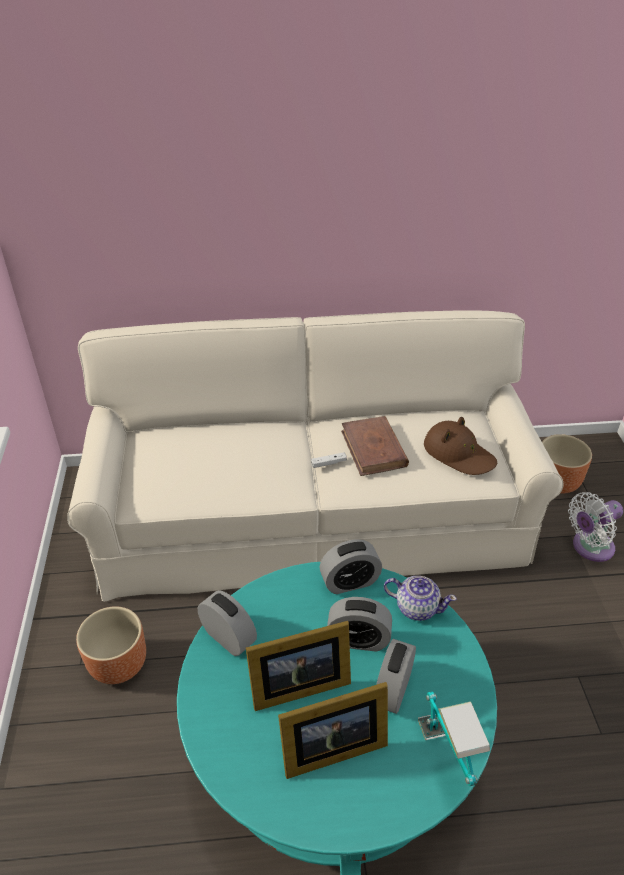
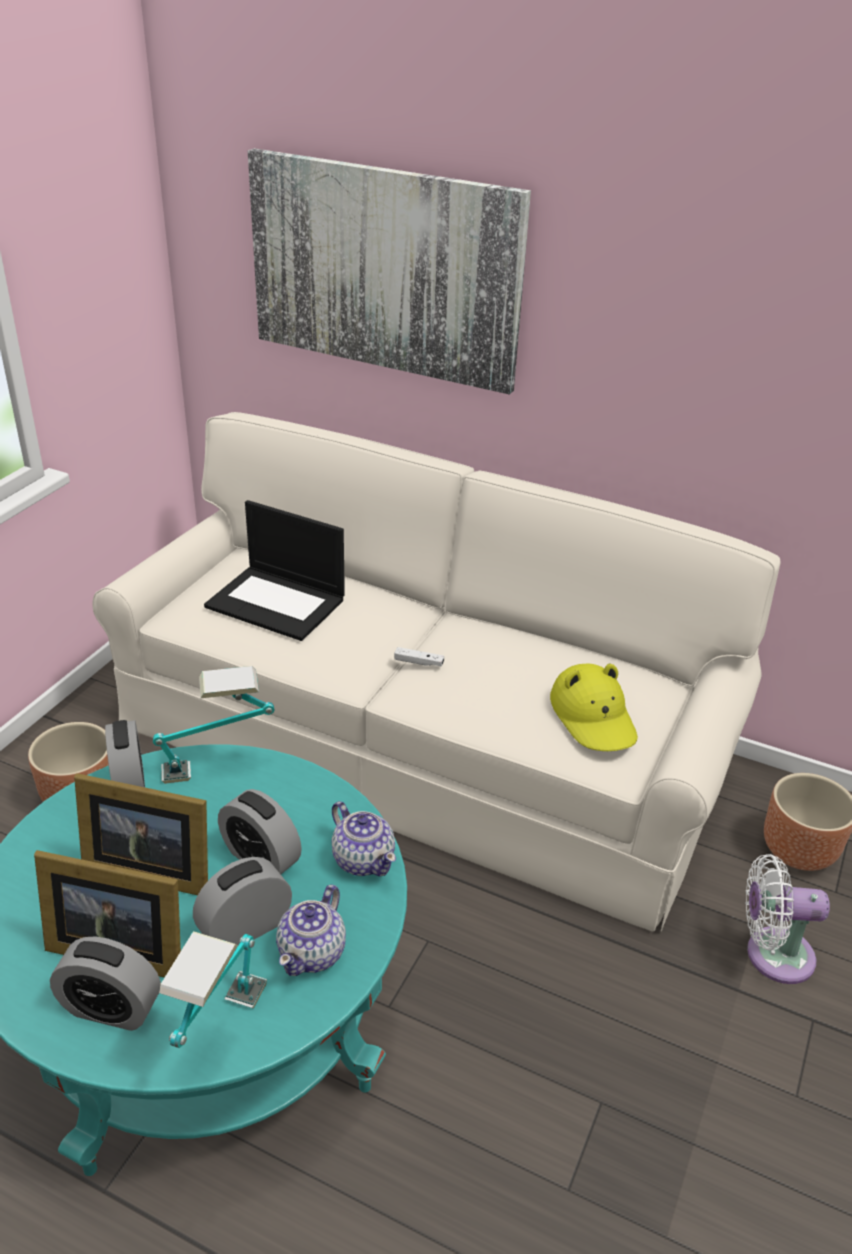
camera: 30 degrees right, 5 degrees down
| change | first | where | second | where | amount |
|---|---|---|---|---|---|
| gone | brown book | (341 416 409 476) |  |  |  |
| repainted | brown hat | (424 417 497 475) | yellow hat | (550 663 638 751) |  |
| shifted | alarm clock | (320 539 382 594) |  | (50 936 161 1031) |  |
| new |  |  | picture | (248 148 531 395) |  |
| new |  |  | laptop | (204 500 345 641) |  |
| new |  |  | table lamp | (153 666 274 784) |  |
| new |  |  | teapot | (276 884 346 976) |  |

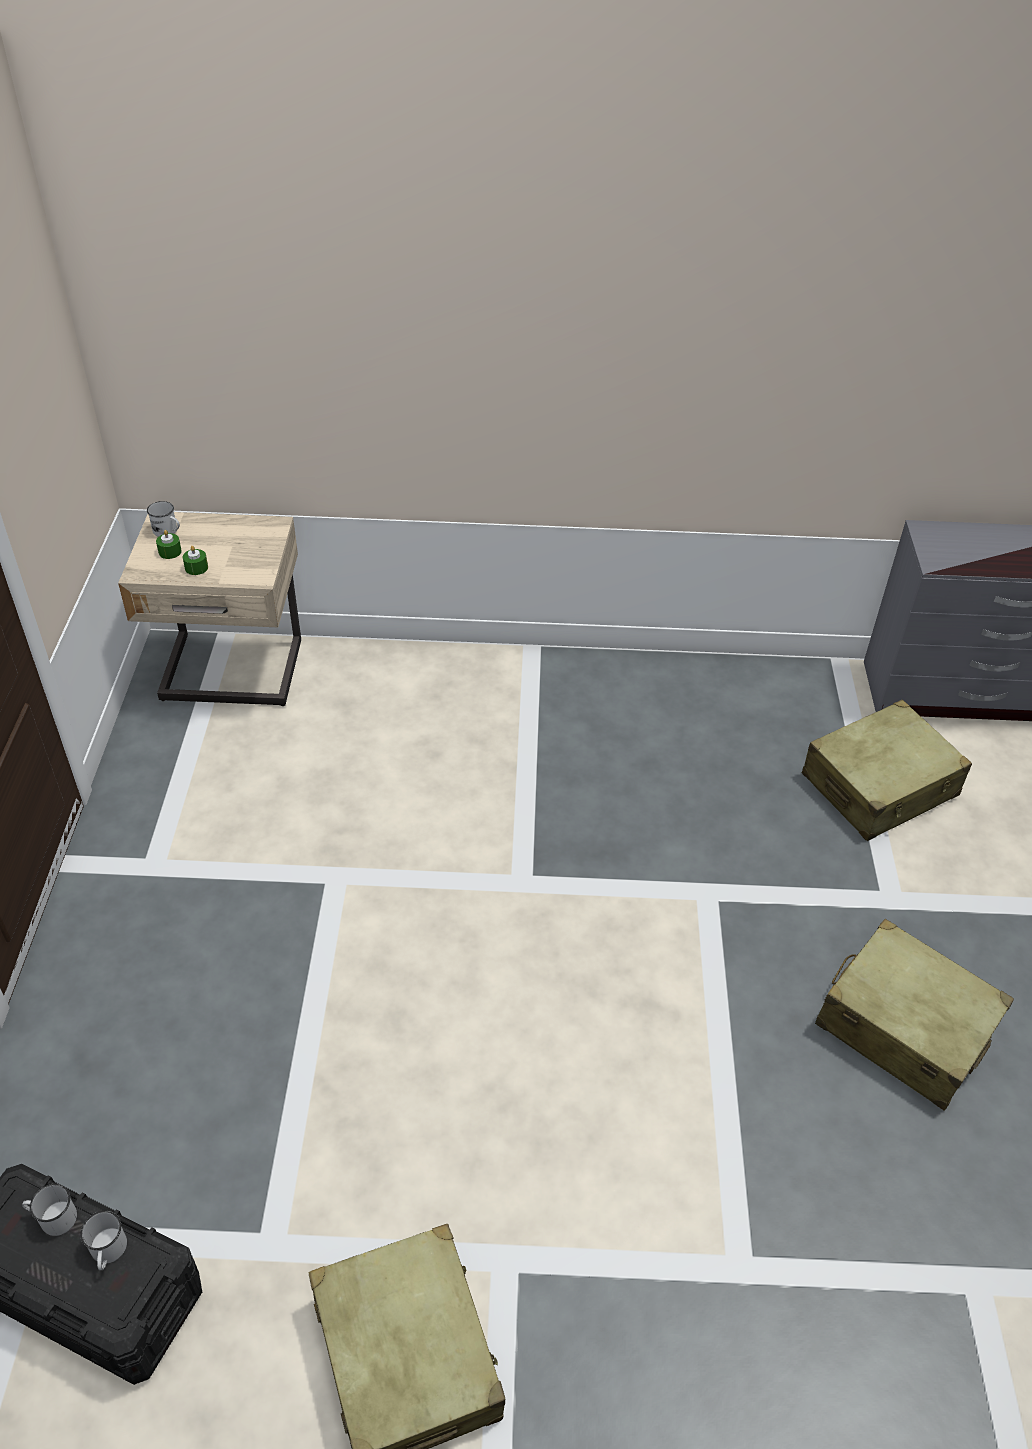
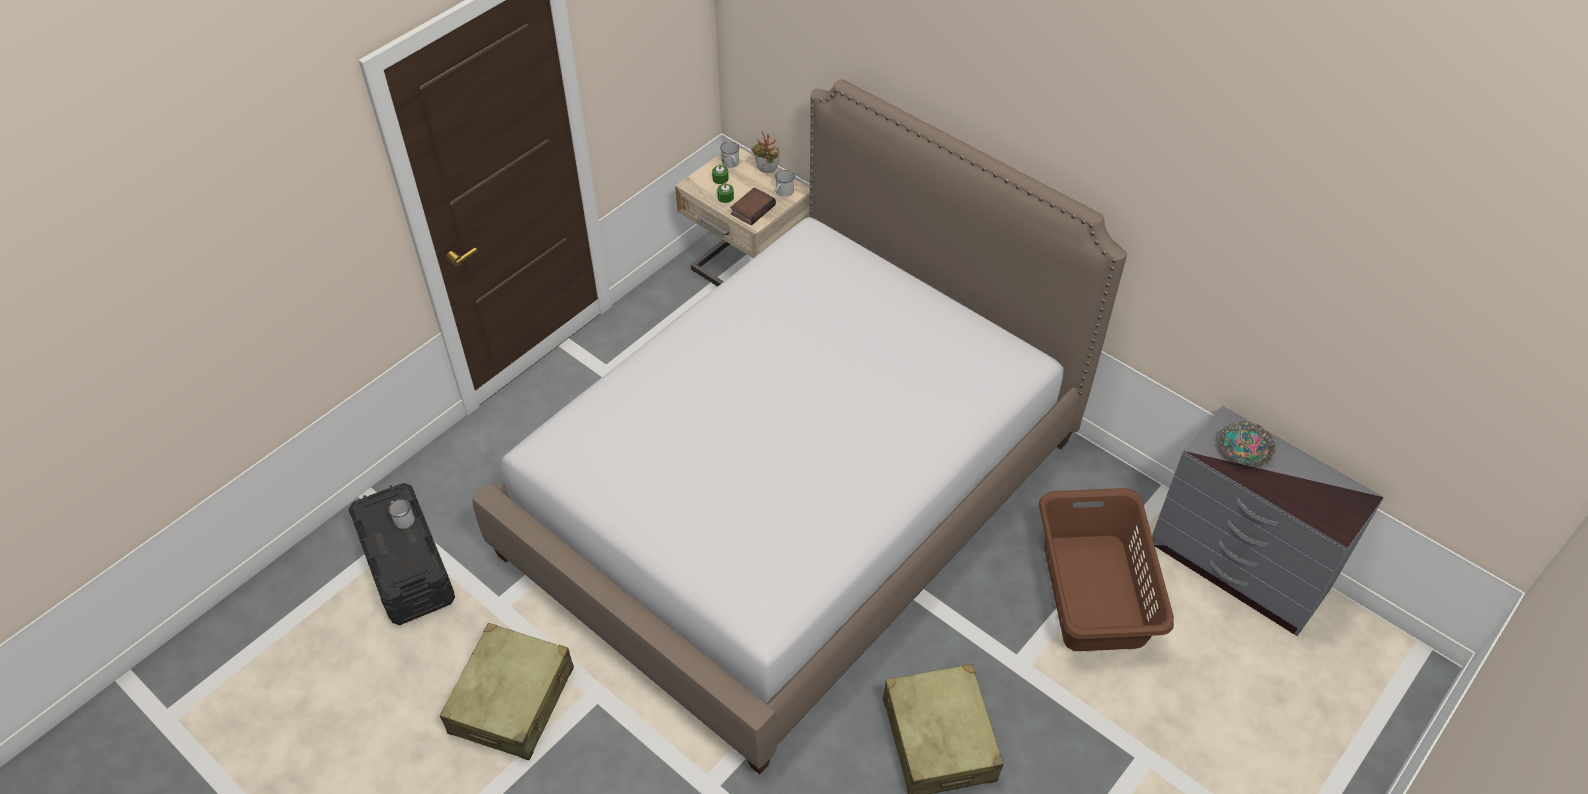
camera: 40 degrees right, 5 degrees up
| change | first | where | second | where | amount |
|---|---|---|---|---|---|
| swapped | beige suitcase | (802 700 972 841) | brown laundry basket | (1039 488 1174 651) |  |
| shifted | white mug | (80 1211 127 1270) |  | (775 170 795 197) |  |
| new |  |  | bed | (472 79 1127 774) |  |
| new |  |  | potted plant | (751 131 780 173) |  |
| new |  |  | book | (730 187 776 226) |  |
| new |  |  | bowl | (1218 421 1276 465) |  |

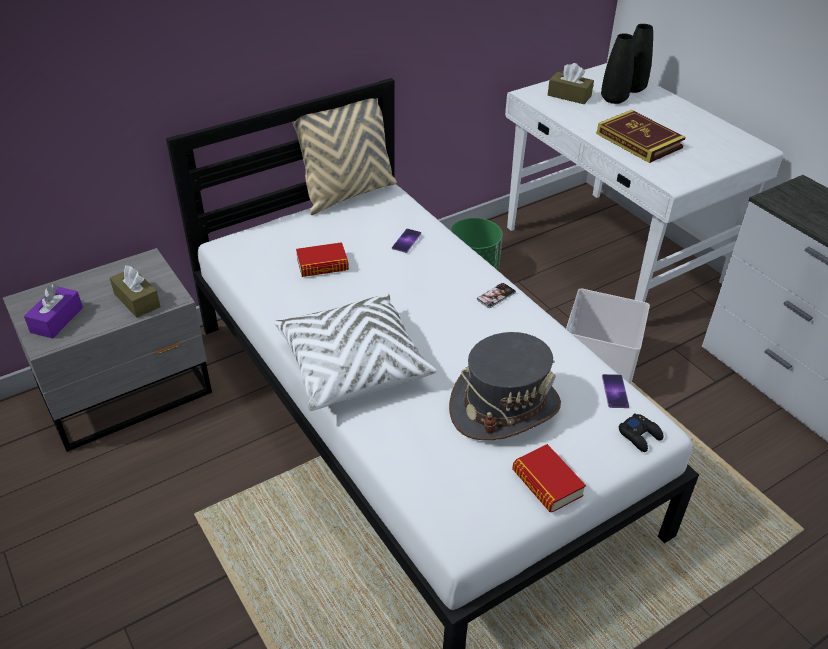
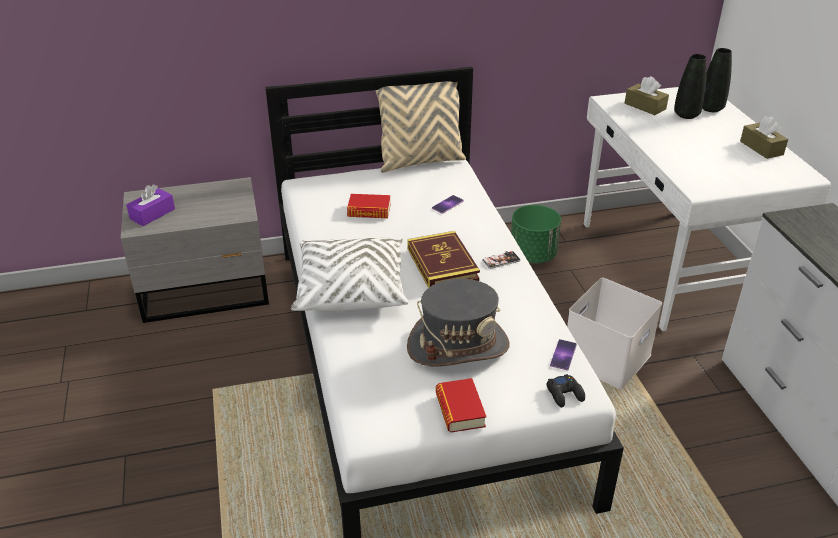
camera: 20 degrees right, 5 degrees down
| change | first | where | second | where | amount |
|---|---|---|---|---|---|
| shifted | book | (596 110 686 163) |  | (407 231 480 288) |  |
| shifted | brown tissue box | (110 265 160 318) |  | (740 116 788 159) |  |

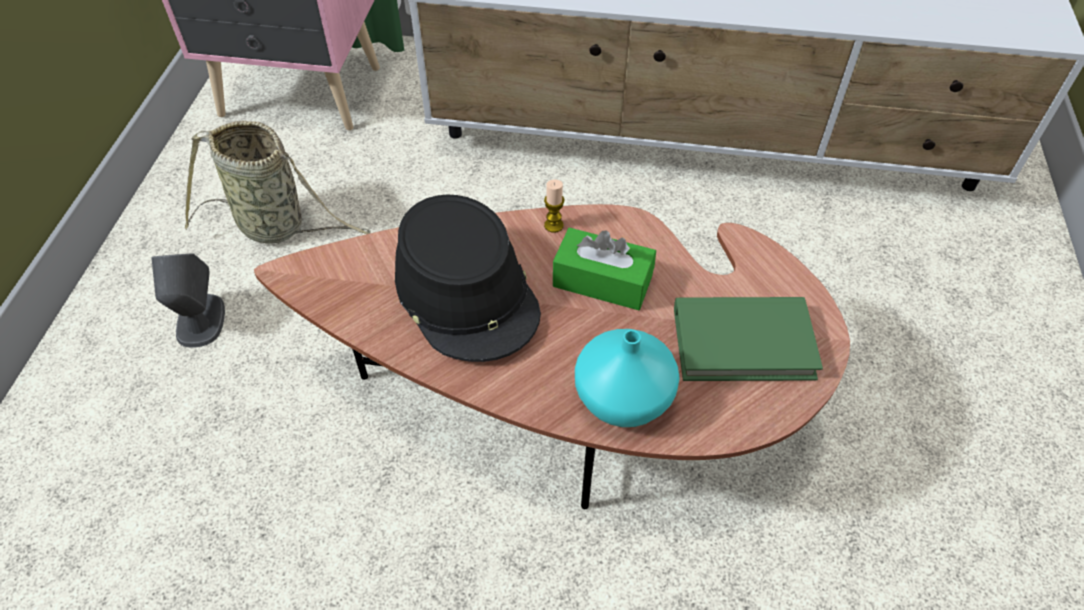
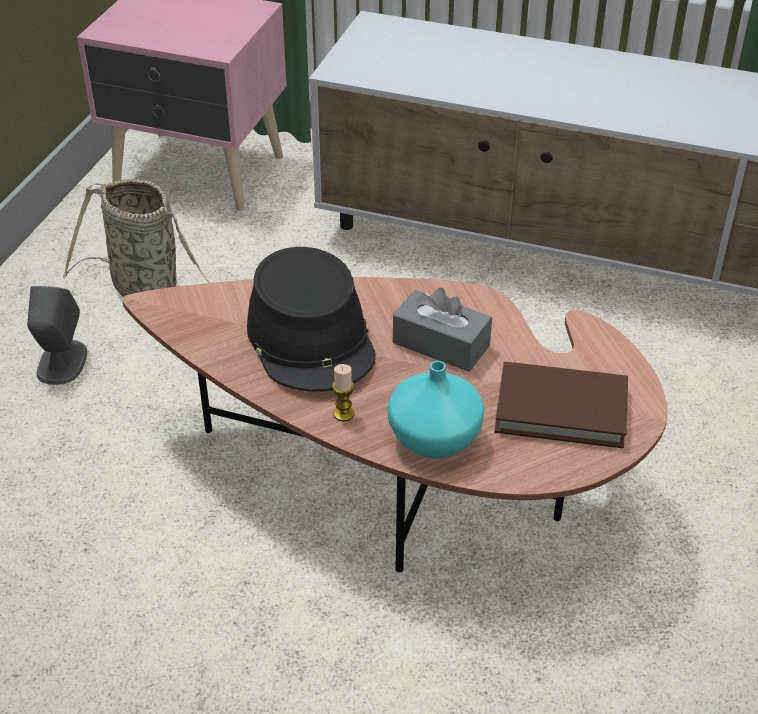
camera: 10 degrees right, 10 degrees down
| change | first | where | second | where | amount |
|---|---|---|---|---|---|
| shifted | candle | (544 180 564 233) |  | (332 364 354 421) |  |
| repainted | green tissue box | (553 228 656 310) | grey tissue box | (393 288 492 372) |  |
| repainted | green book | (674 297 823 381) | brown book | (494 362 628 448) |  |

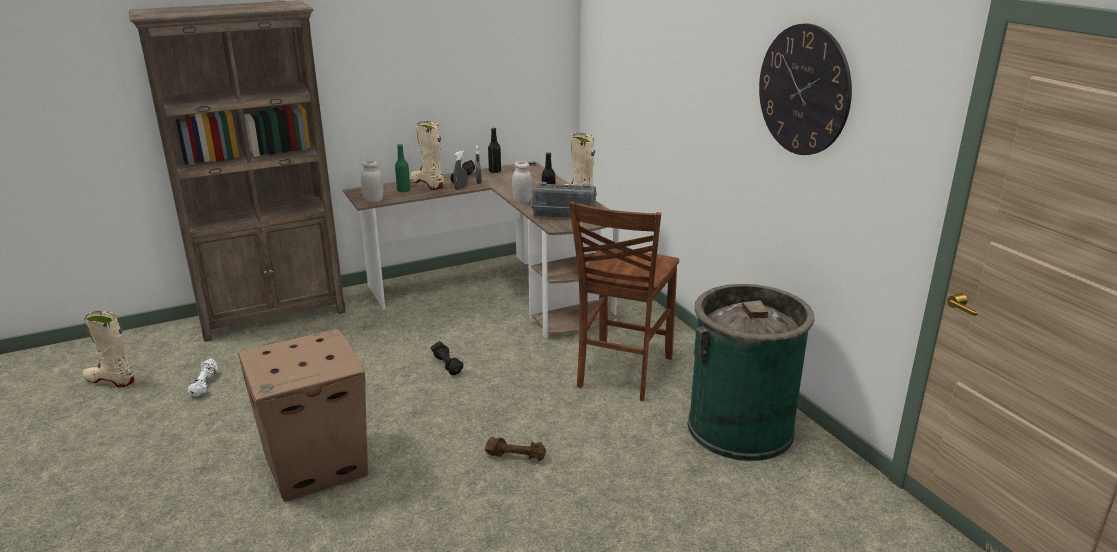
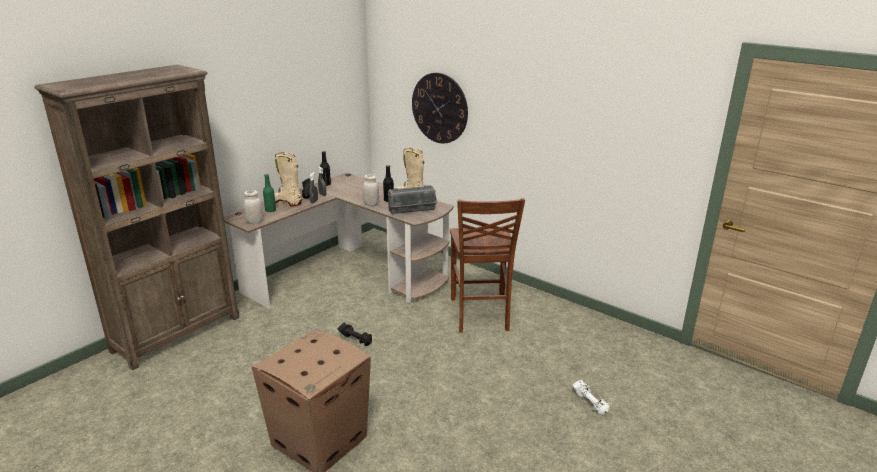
camera: 25 degrees left, 0 degrees up
| change | first | where | second | where | amount |
|---|---|---|---|---|---|
| shifted | wall clock | (759 24 852 155) |  | (412 73 468 144) |  |
| gone | green trash can | (688 284 815 461) |  |  |  |
| gone | beige boot | (83 311 134 387) |  |  |  |
| shifted | white dumbbell | (188 358 218 397) |  | (573 380 610 416) |  |
| gone | brown dumbbell | (485 437 546 461) |  |  |  |

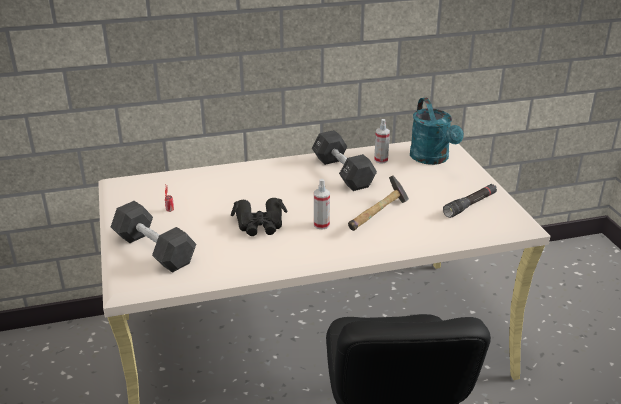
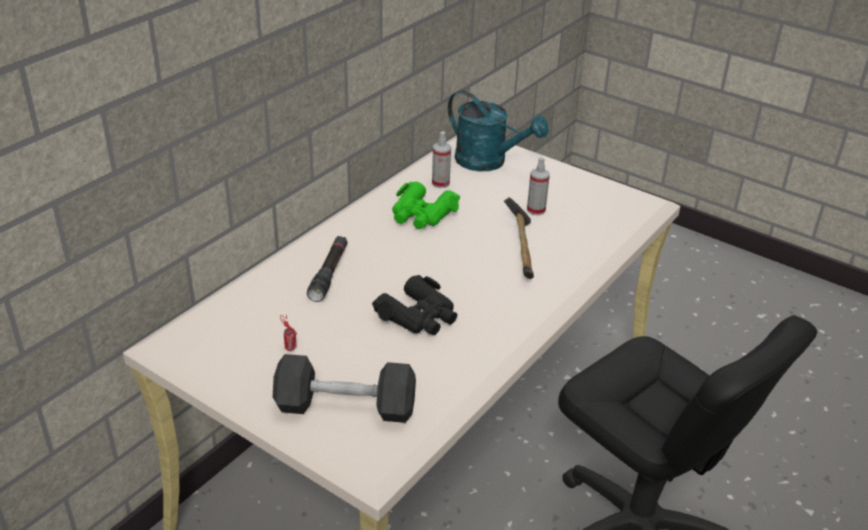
camera: 40 degrees left, 5 degrees up
| change | first | where | second | where | amount |
|---|---|---|---|---|---|
| swapped | black dumbbell | (312 130 377 191) | green binoculars | (392 182 460 229) |  |
| shifted | spray bottle | (314 179 330 230) |  | (527 157 550 216) |  |
| shifted | black flashlight | (443 184 497 218) |  | (307 236 348 302) |  |

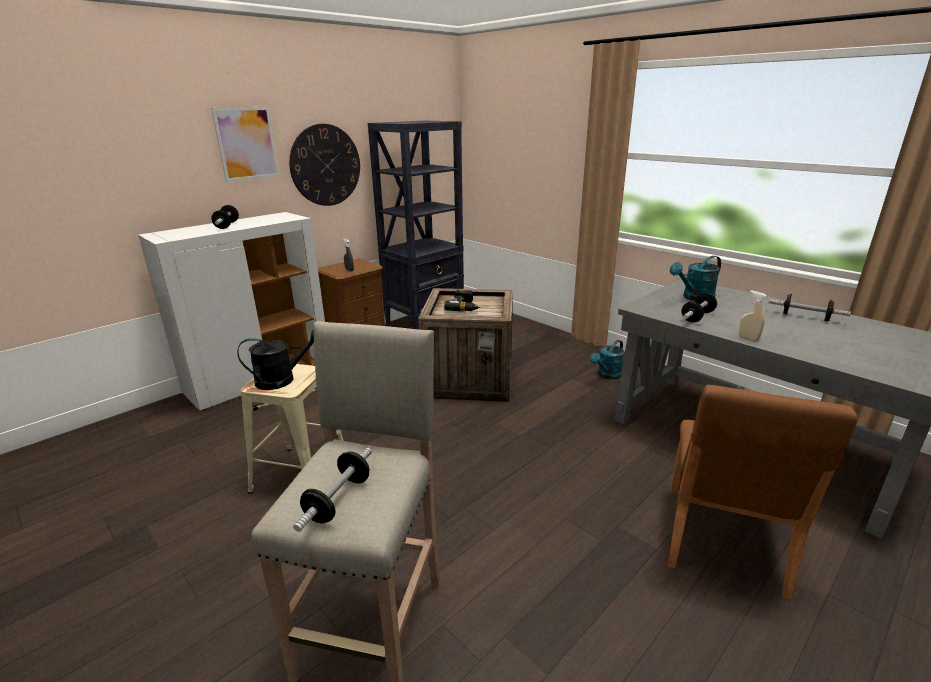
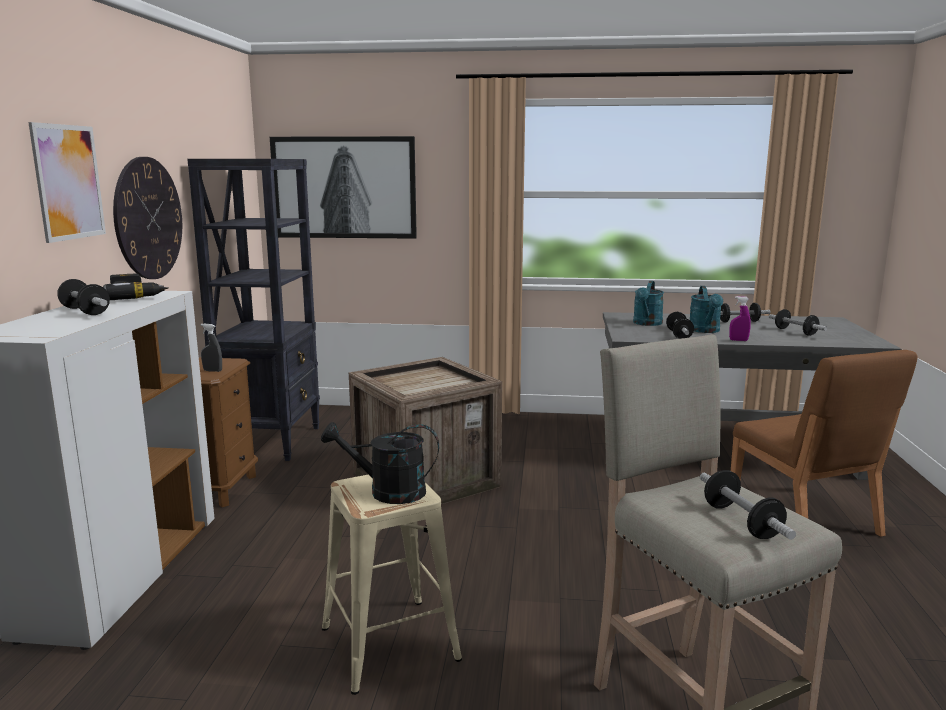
camera: 40 degrees left, 10 degrees down
| change | first | where | second | where | amount |
|---|---|---|---|---|---|
| shifted | power drill | (444 290 481 311) |  | (103 274 169 300) |  |
| repainted | beige spray bottle | (739 291 766 341) | purple spray bottle | (729 296 751 341) |  |
| rotated | black watering can | (237 330 314 390) |  | (321 422 439 504) | 120 degrees counterclockwise |
| shifted | turquoise watering can | (590 340 624 379) |  | (690 286 723 333) |  |
| new |  |  | picture | (270 136 417 239) |  |
| new |  |  | dumbbell | (769 309 827 336) |  |

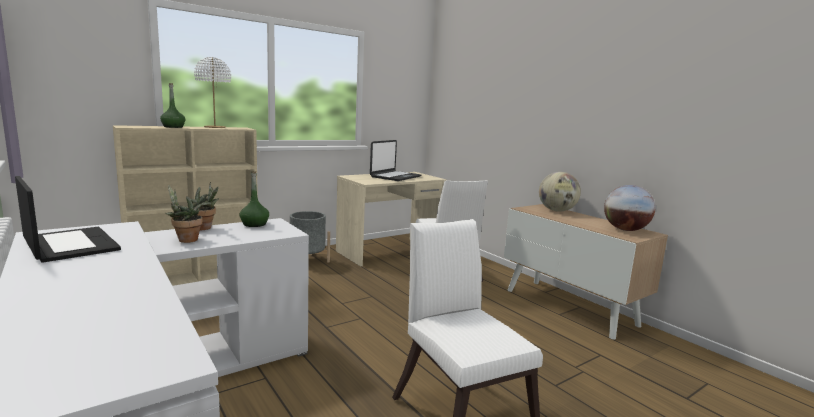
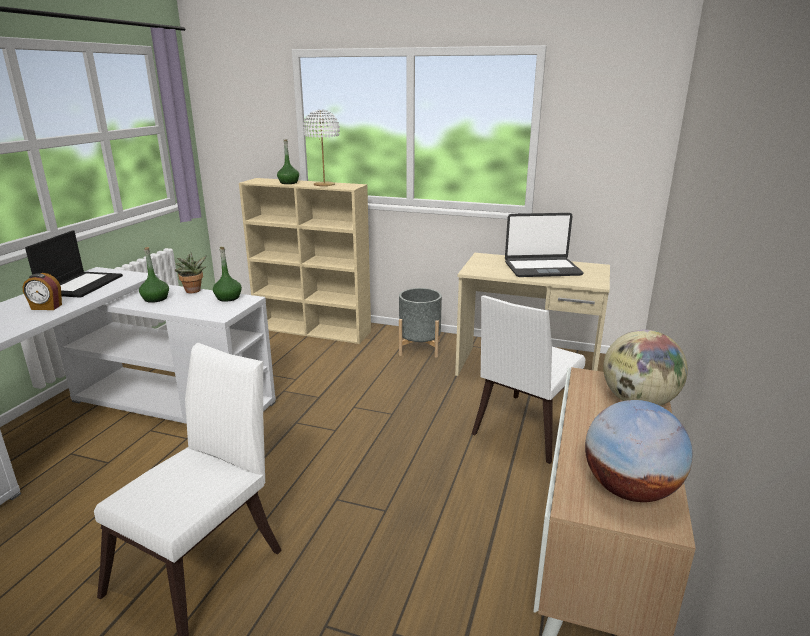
camera: 55 degrees right, 10 degrees up
| change | first | where | second | where | amount |
|---|---|---|---|---|---|
| swapped | potted plant | (166 185 203 243) | green bottle | (139 247 169 303) |  |
| new |  |  | alarm clock | (23 273 62 310) |  |

